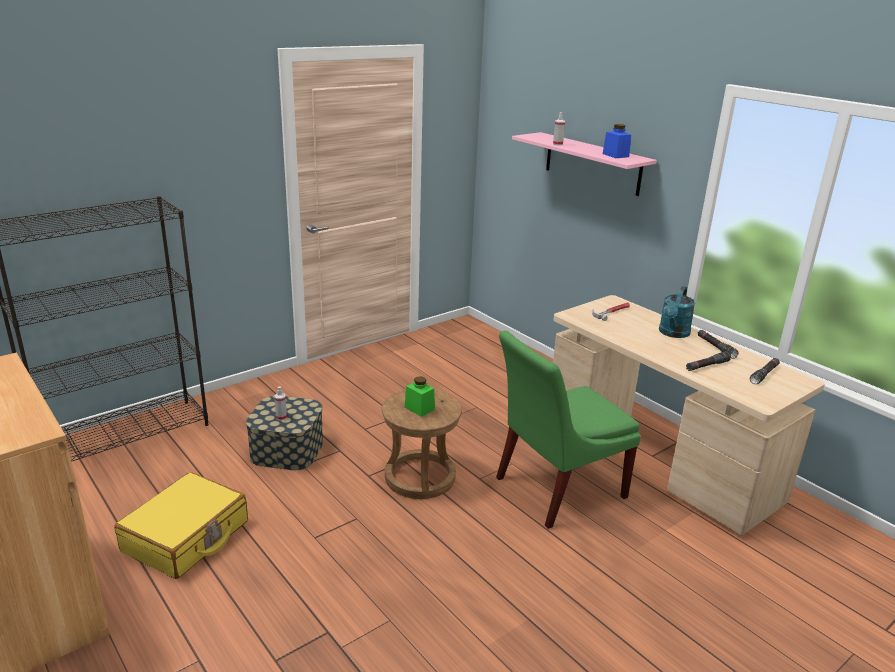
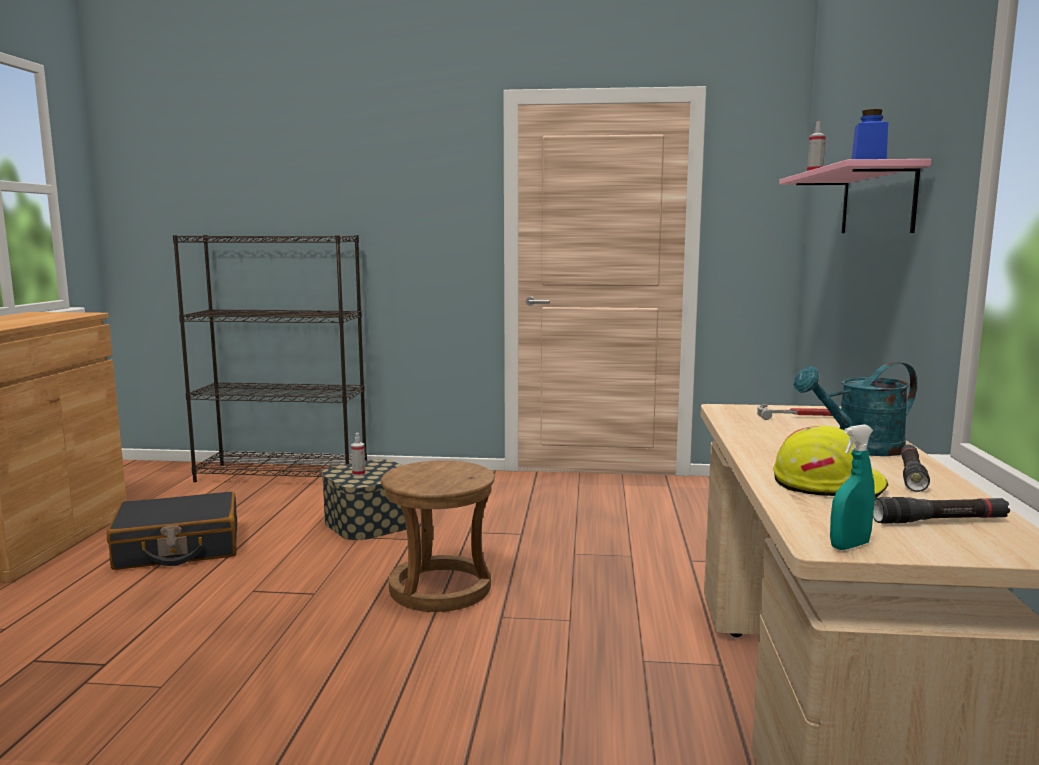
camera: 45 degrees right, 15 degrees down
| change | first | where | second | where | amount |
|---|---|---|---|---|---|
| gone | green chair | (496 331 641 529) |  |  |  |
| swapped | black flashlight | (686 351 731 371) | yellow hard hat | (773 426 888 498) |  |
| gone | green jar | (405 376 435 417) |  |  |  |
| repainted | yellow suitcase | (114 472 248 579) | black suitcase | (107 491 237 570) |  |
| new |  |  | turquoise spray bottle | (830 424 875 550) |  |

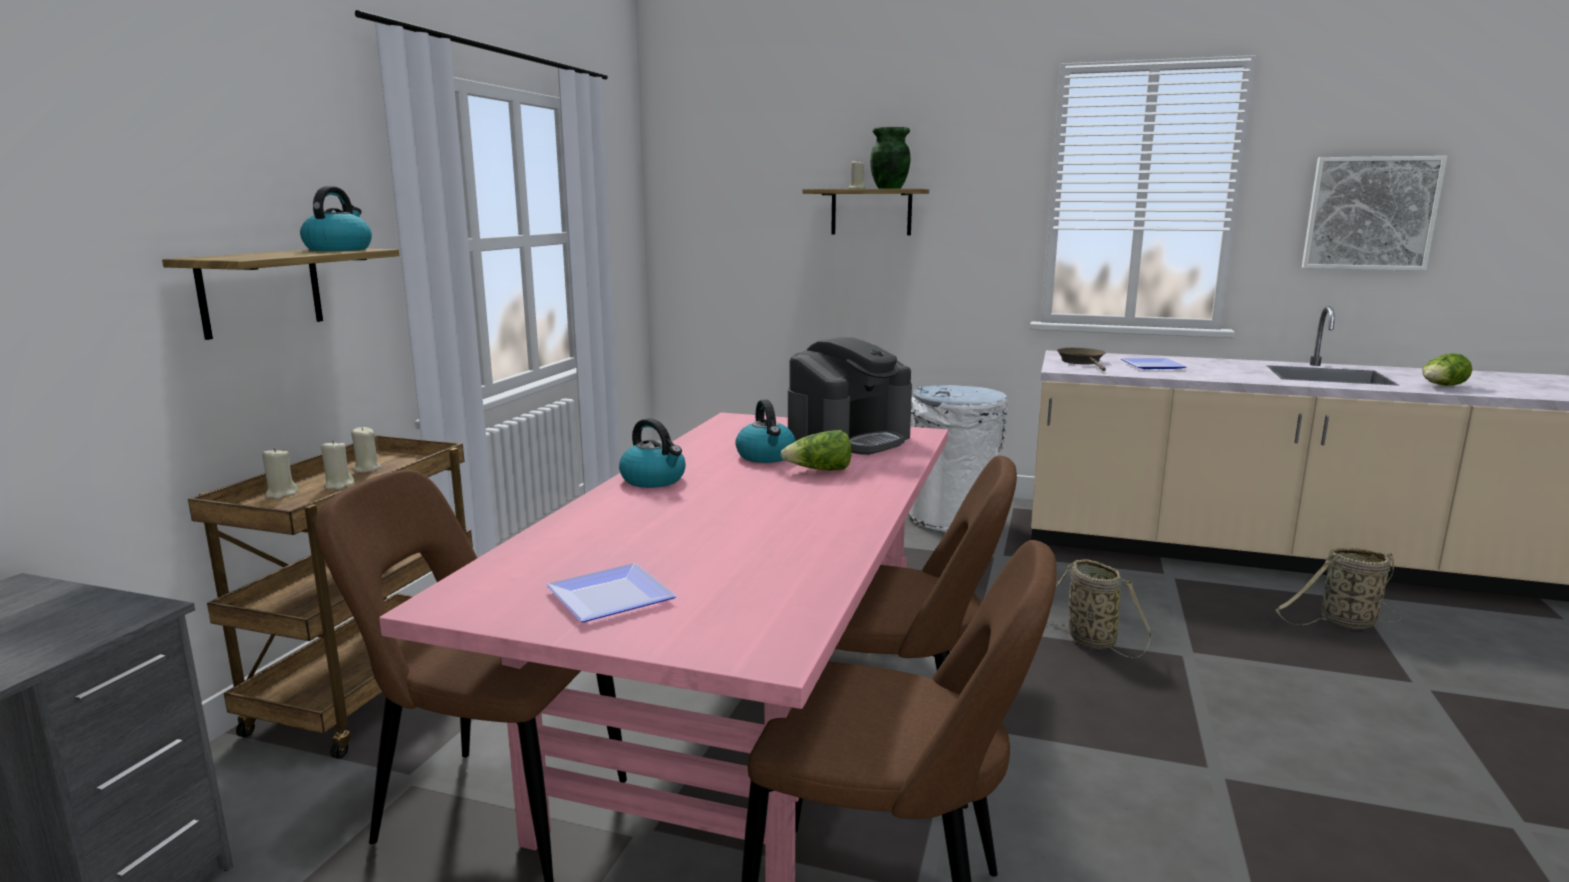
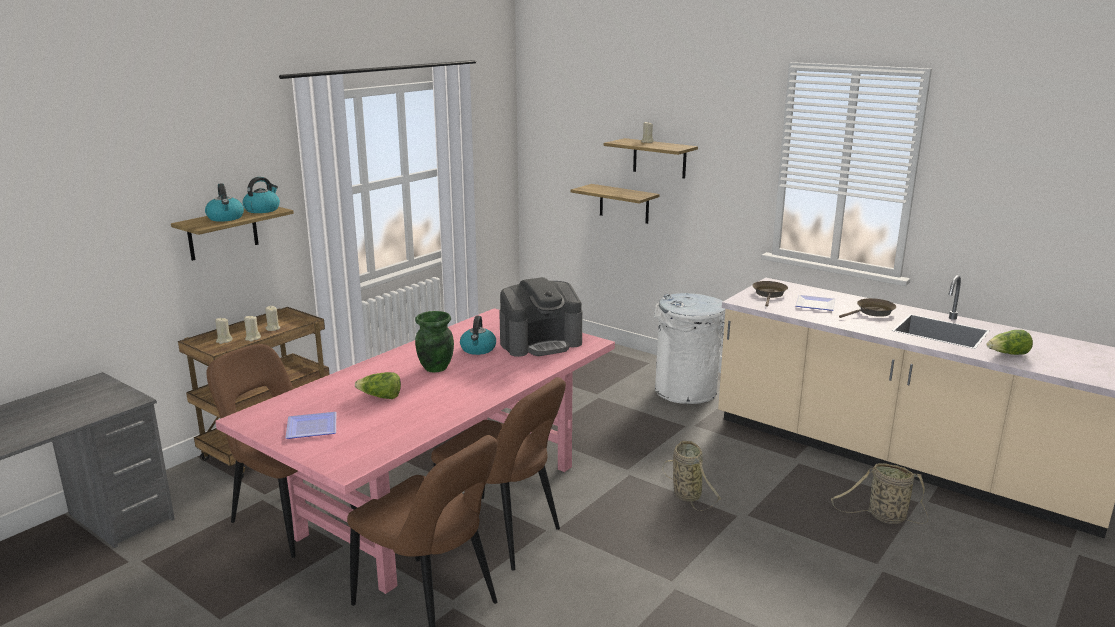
camera: 20 degrees right, 5 degrees up
| change | first | where | second | where | amount |
|---|---|---|---|---|---|
| shifted | green vase | (870 127 911 189) |  | (415 311 454 373) |  |
| gone | picture | (1302 156 1448 271) |  |  |  |
| shifted | kettle | (619 418 686 488) |  | (205 183 244 222) |  |
| shifted | lettuce | (781 430 852 470) |  | (355 372 401 399) |  |
| new |  |  | shelf | (570 184 660 224) |  |
| new |  |  | brown frying pan | (839 298 896 318) |  |

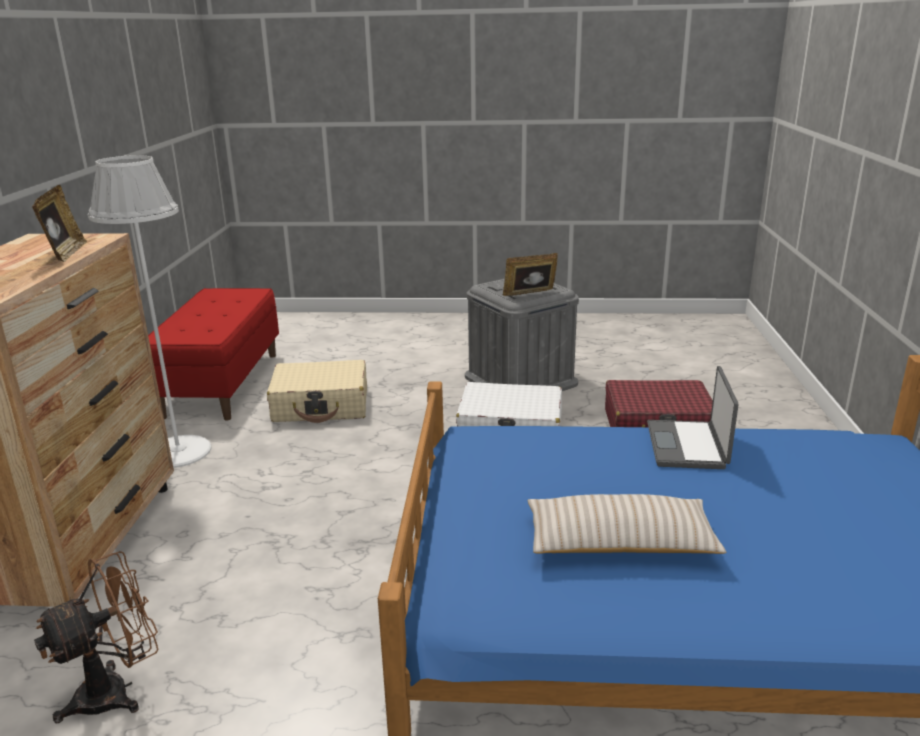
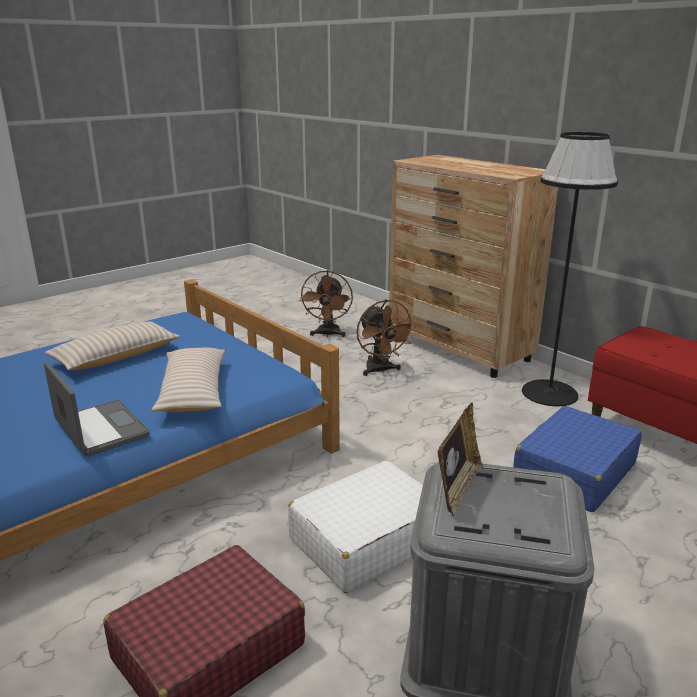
camera: 135 degrees right, 0 degrees up
| change | first | where | second | where | amount |
|---|---|---|---|---|---|
| repainted | white floor lamp | (88 155 212 468) | black floor lamp | (522 132 618 406) |  |
| gone | picture frame | (32 185 87 262) |  |  |  |
| repainted | beige suitcase | (267 360 367 423) | blue suitcase | (513 406 642 512) |  |
| new |  |  | brown fan | (357 299 416 376) |  |
| new |  |  | beige pillow | (152 347 225 412) |  |

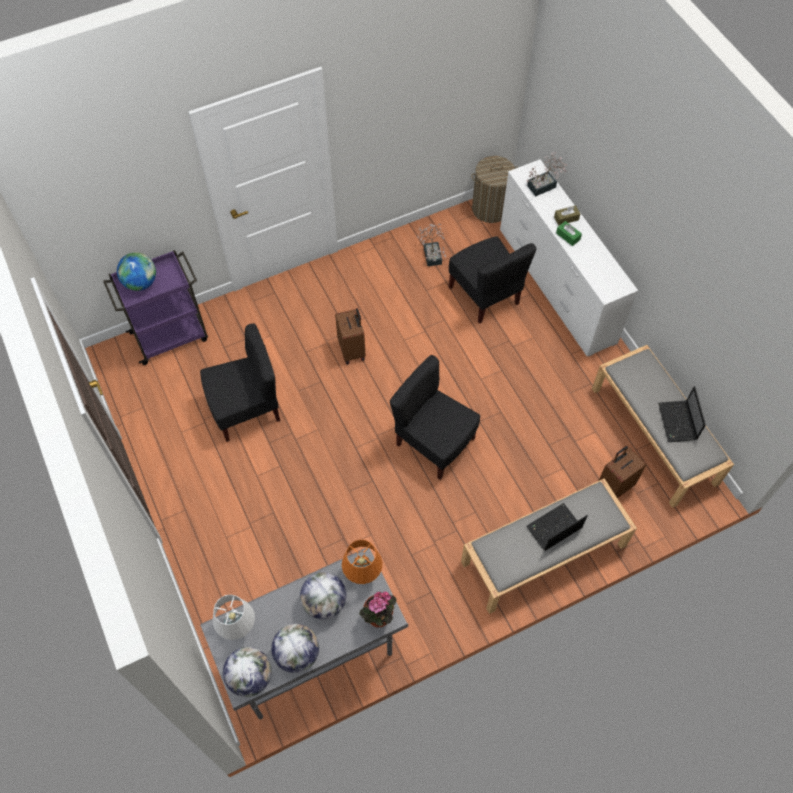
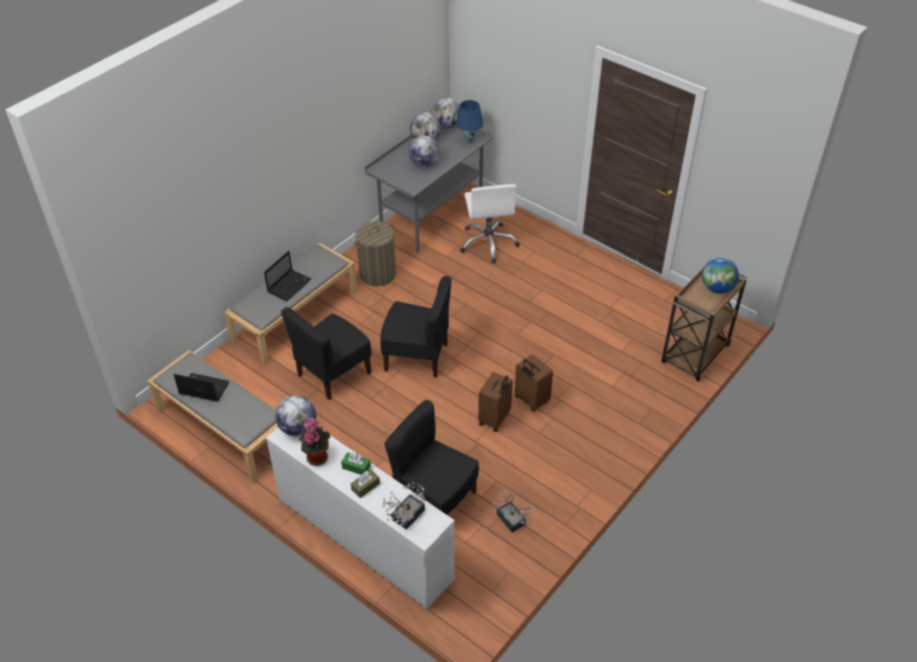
camera: 155 degrees right, 15 degrees down
| change | first | where | second | where | amount |
|---|---|---|---|---|---|
| shifted | laundry basket | (471 156 518 223) |  | (354 221 396 286) |  |
| repainted | purple cart | (103 250 208 365) | brown cart | (662 261 747 381) |  |
| shifted | black chair | (200 323 280 442) |  | (281 307 371 400) |  |
| rotated | laptop | (658 386 706 442) |  | (173 373 229 402) | 45 degrees counterclockwise |
| shifted | brown suitcase | (599 446 647 498) |  | (478 372 513 432) |  |
| gone | orange table lamp | (342 540 383 584) |  |  |  |
| shifted | potted plant | (359 591 397 627) |  | (299 418 330 466) |  |
| repainted | white table lamp | (213 595 255 640) | blue table lamp | (456 100 483 143) |  |
| new |  |  | white office chair | (460 184 520 263) |  |
| new |  |  | globe | (275 395 317 436) |  |

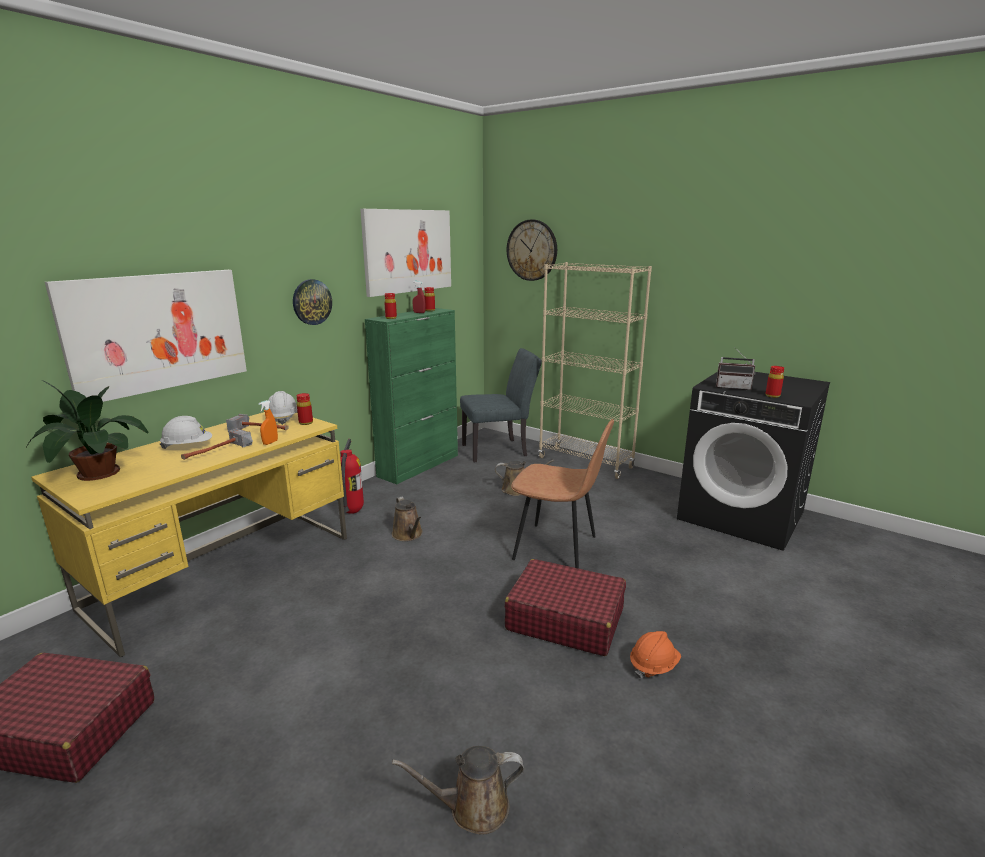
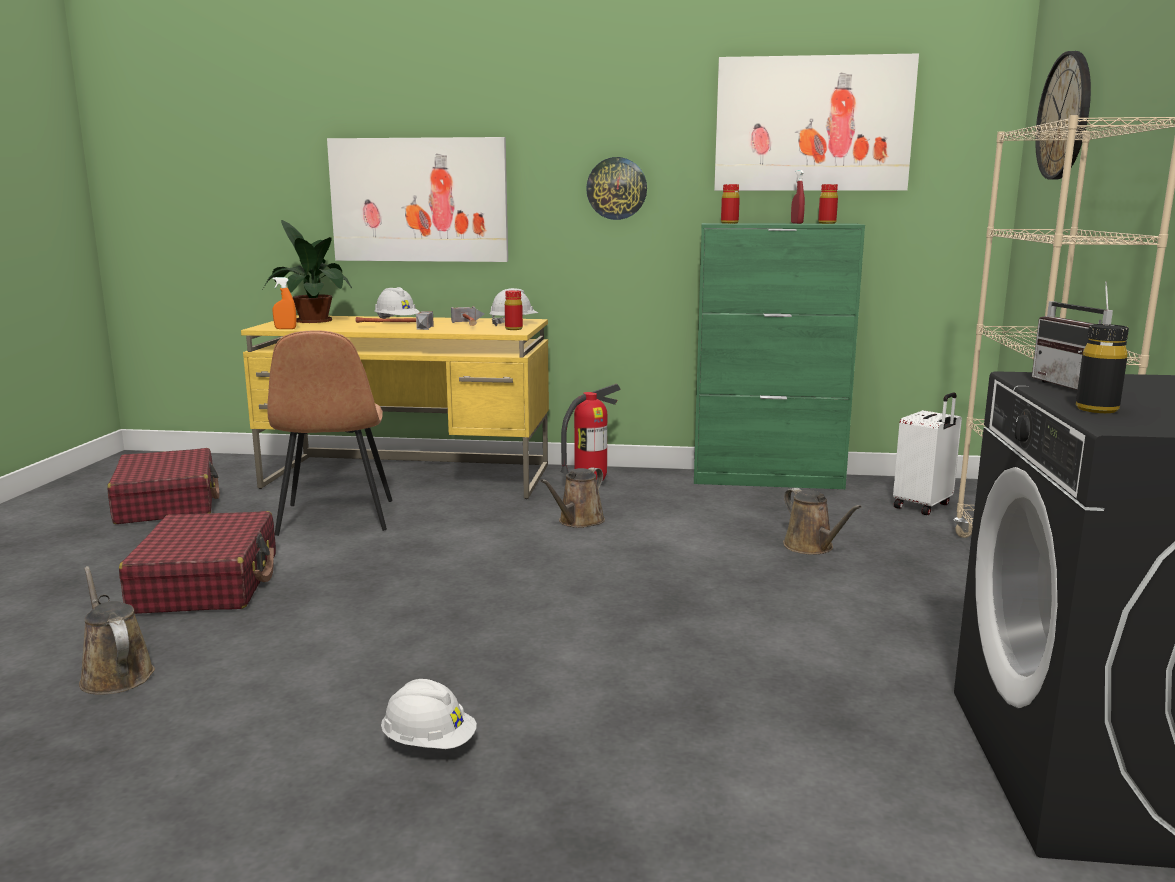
camera: 60 degrees right, 5 degrees down
| change | first | where | second | where | amount |
|---|---|---|---|---|---|
| swapped | grey chair | (460 348 542 463) | white suitcase | (893 392 962 515) |  |
| repainted | red bottle | (765 366 784 398) | black bottle | (1076 324 1129 413) |  |
| shifted | orange spray bottle | (258 400 278 445) |  | (273 277 297 329) |  |
| shifted | brown chair | (511 419 614 569) |  | (267 330 392 536) |  |
| shifted | red suitcase | (505 559 626 656) |  | (119 511 276 614) |  |
| repainted | orange hard hat | (630 631 681 679) | white hard hat | (381 679 477 749) |  |

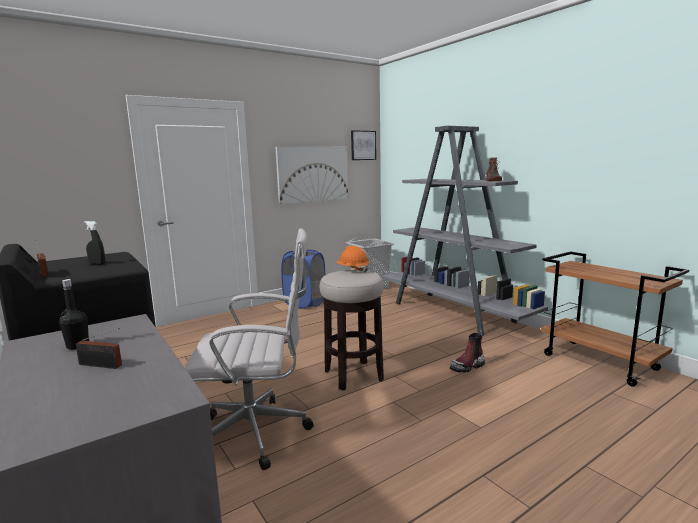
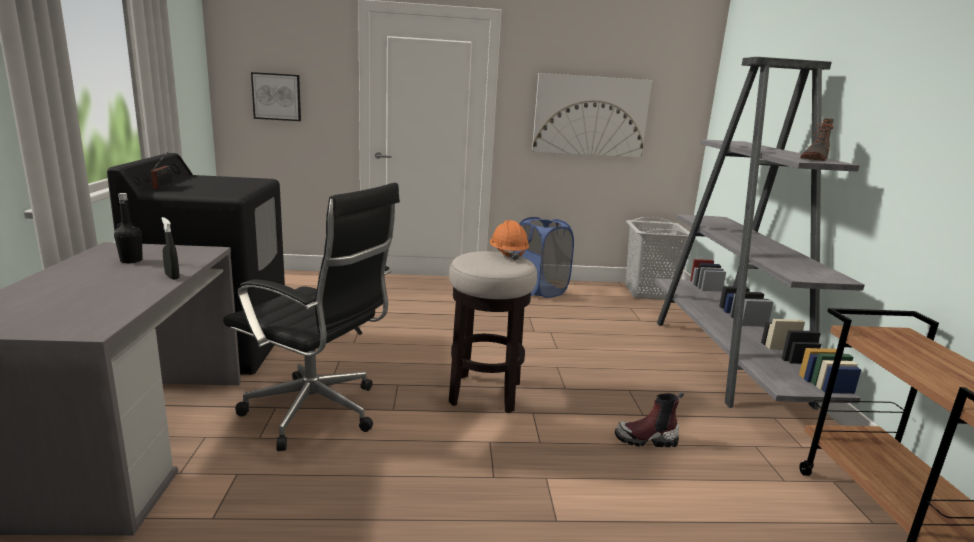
camera: 30 degrees right, 5 degrees up
| change | first | where | second | where | amount |
|---|---|---|---|---|---|
| shifted | picture | (351 130 376 160) |  | (251 72 301 121) |  |
| shifted | black spray bottle | (84 221 105 264) |  | (161 217 179 280) |  |
| repainted | white office chair | (184 228 314 470) | black office chair | (223 183 400 451) |  |
| gone | radio | (76 328 122 369) |  |  |  |

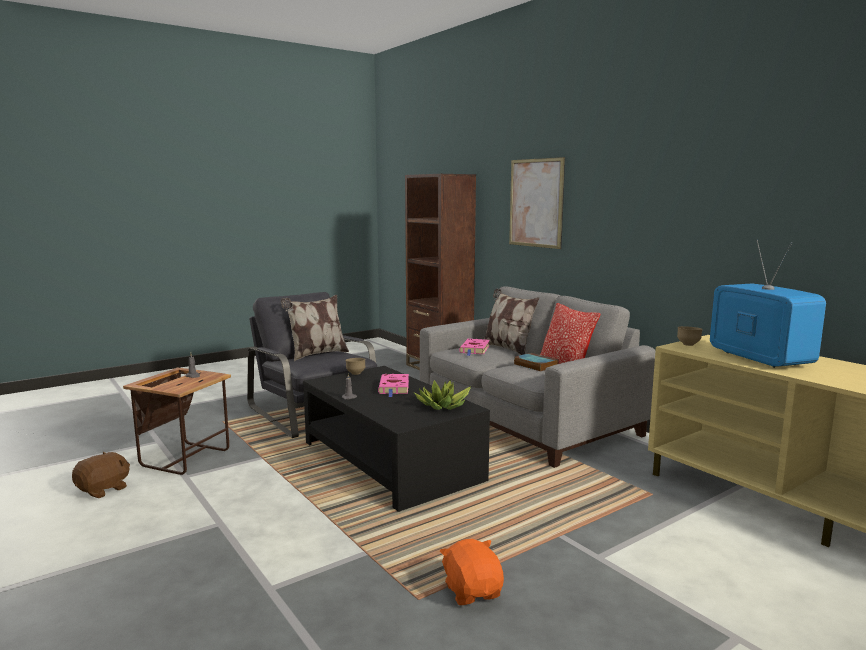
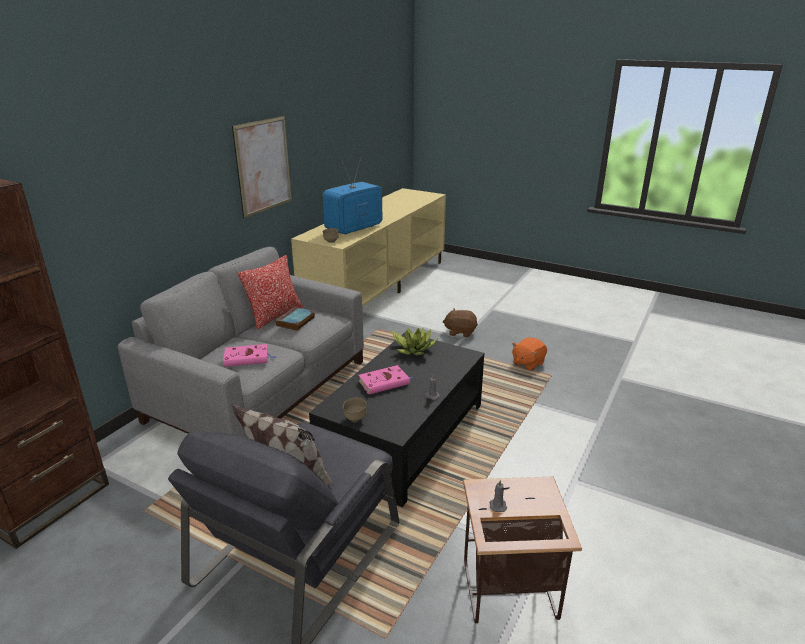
camera: 115 degrees left, 15 degrees up
| change | first | where | second | where | amount |
|---|---|---|---|---|---|
| shifted | picture | (509 157 565 249) |  | (232 116 292 218) |  |
| gone | pillow | (484 289 539 355) |  |  |  |
| shifted | brown plush toy | (72 452 130 498) |  | (442 309 478 337) |  |

